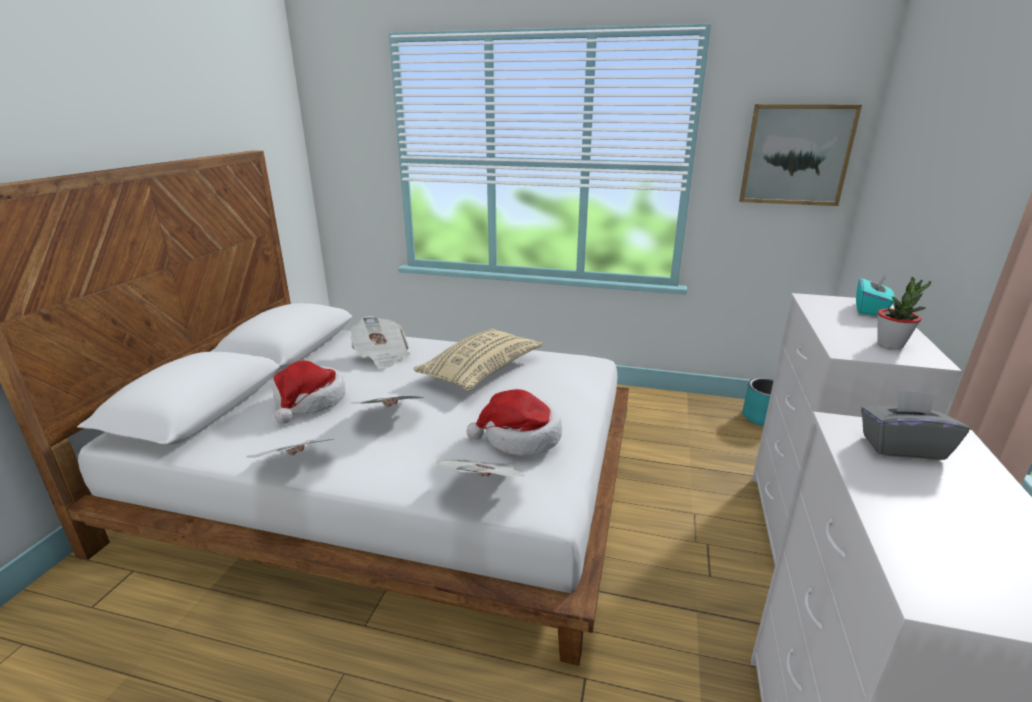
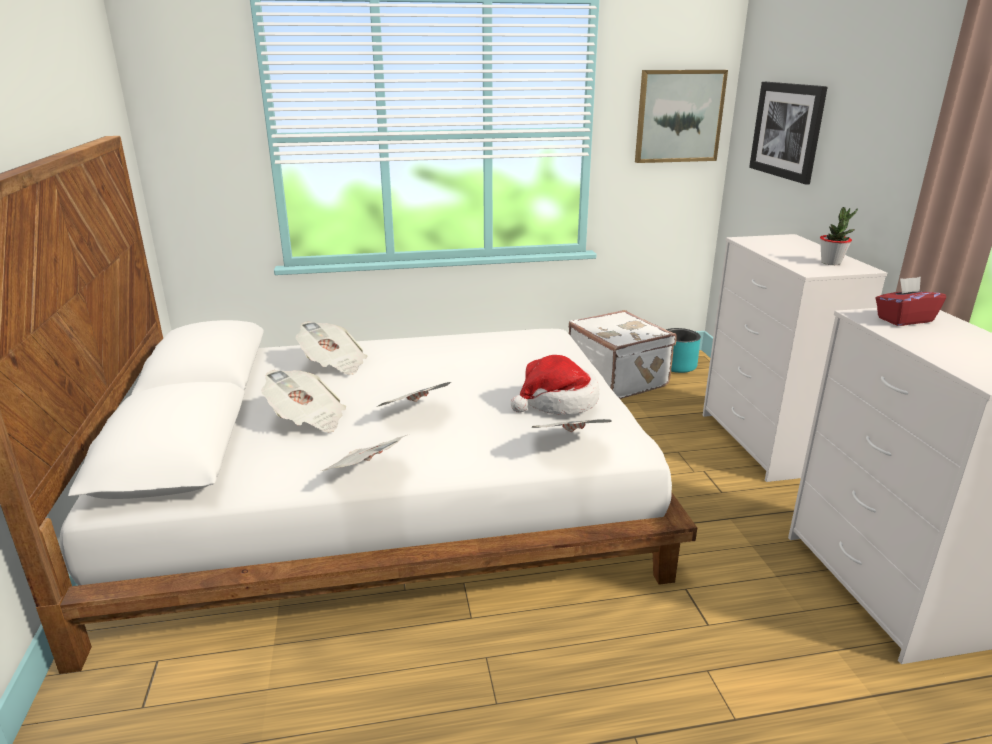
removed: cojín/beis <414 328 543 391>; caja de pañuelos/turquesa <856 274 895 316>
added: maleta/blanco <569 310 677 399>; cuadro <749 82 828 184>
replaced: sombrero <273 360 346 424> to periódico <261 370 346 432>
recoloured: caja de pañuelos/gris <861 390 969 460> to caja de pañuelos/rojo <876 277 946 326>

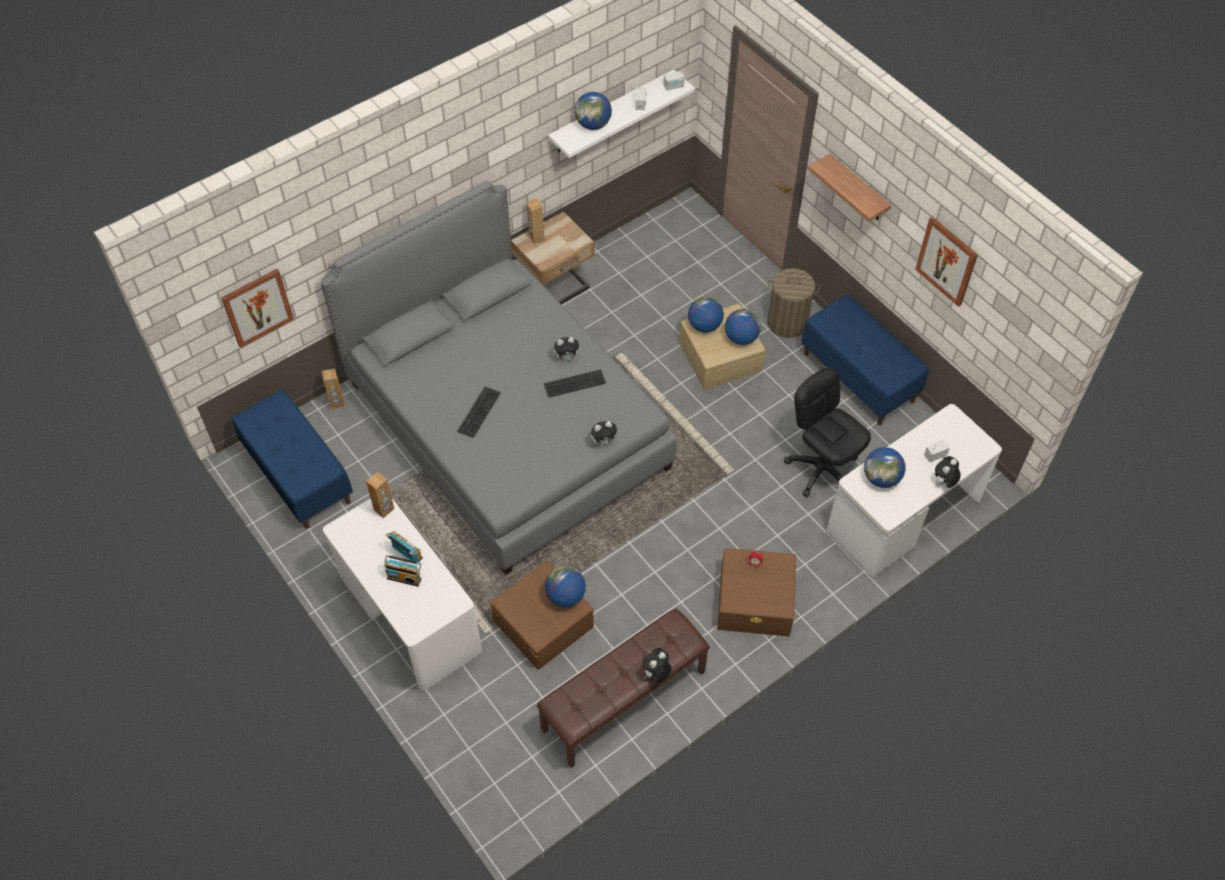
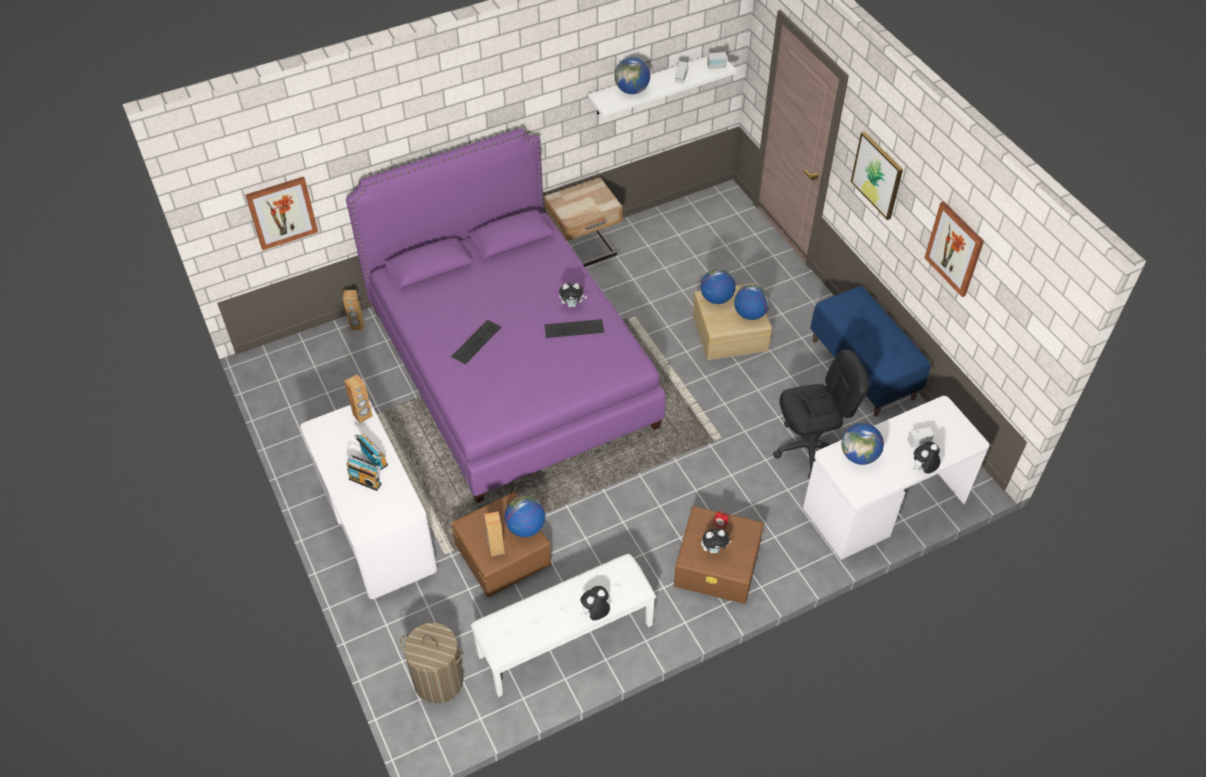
removed: banco/azul <232 390 353 529>
moved: cesto de la ropa <767 268 820 338> to <400 623 464 703>; altavoz/marrón <526 199 545 244> to <484 511 505 557>; peluche <591 421 619 446> to <701 529 732 554>
replaced: estante <808 154 891 222> to cuadro <851 131 903 220>
recoloured: cama/gris <320 181 677 575> to cama/morado <346 128 665 503>; banco/marrón <537 608 710 768> to banco/blanco <471 554 656 697>
turned: silla de oficina/negro <784 368 871 497> = <773 350 870 479> 105 degrees clockwise

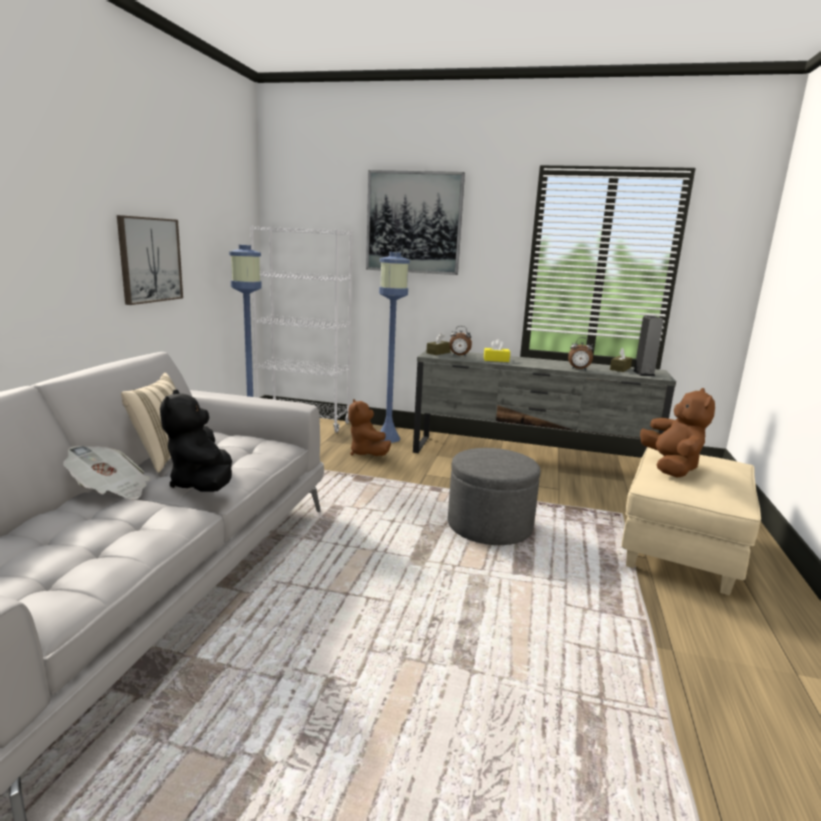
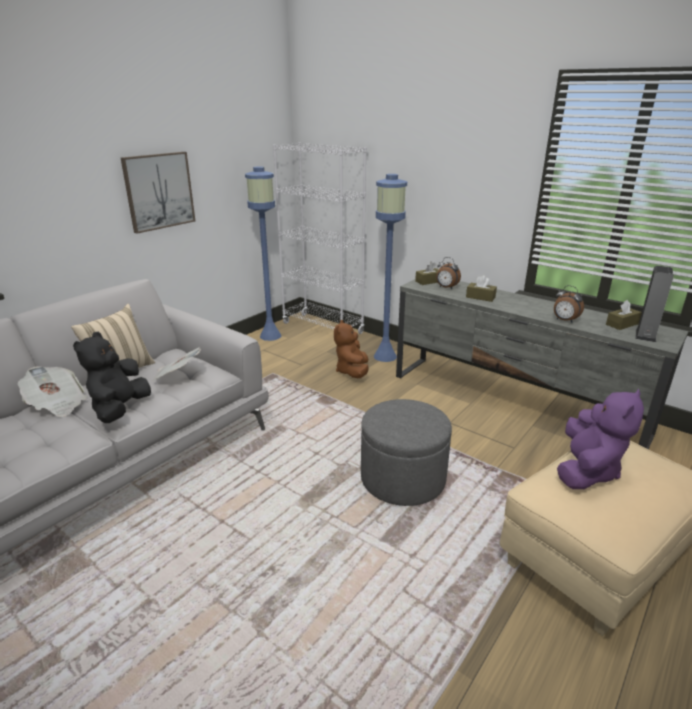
removed: cuadro <366 170 465 275>
added: periódico <152 347 201 381>
recoloured: caja de pañuelos/amarillo <484 339 510 362> to caja de pañuelos/marrón <466 275 497 302>; peluche/marrón <640 388 715 477> to peluche/morado <557 389 644 489>

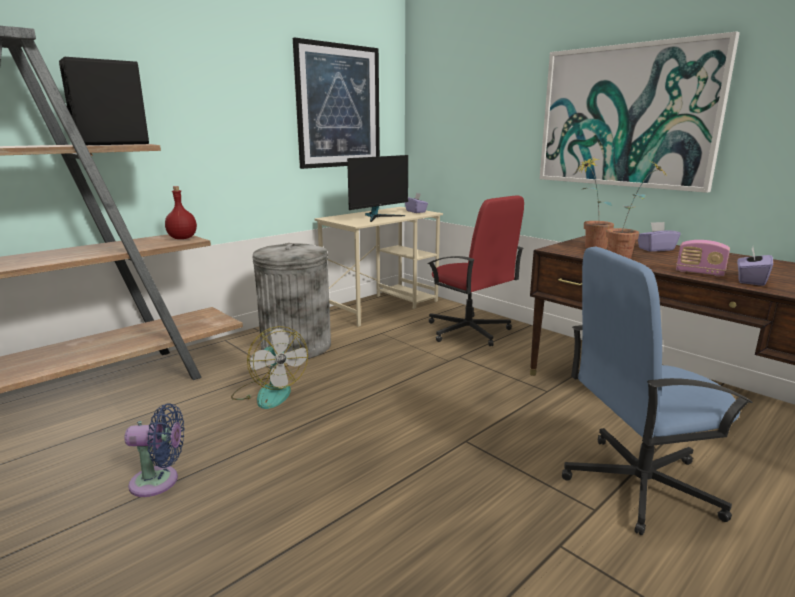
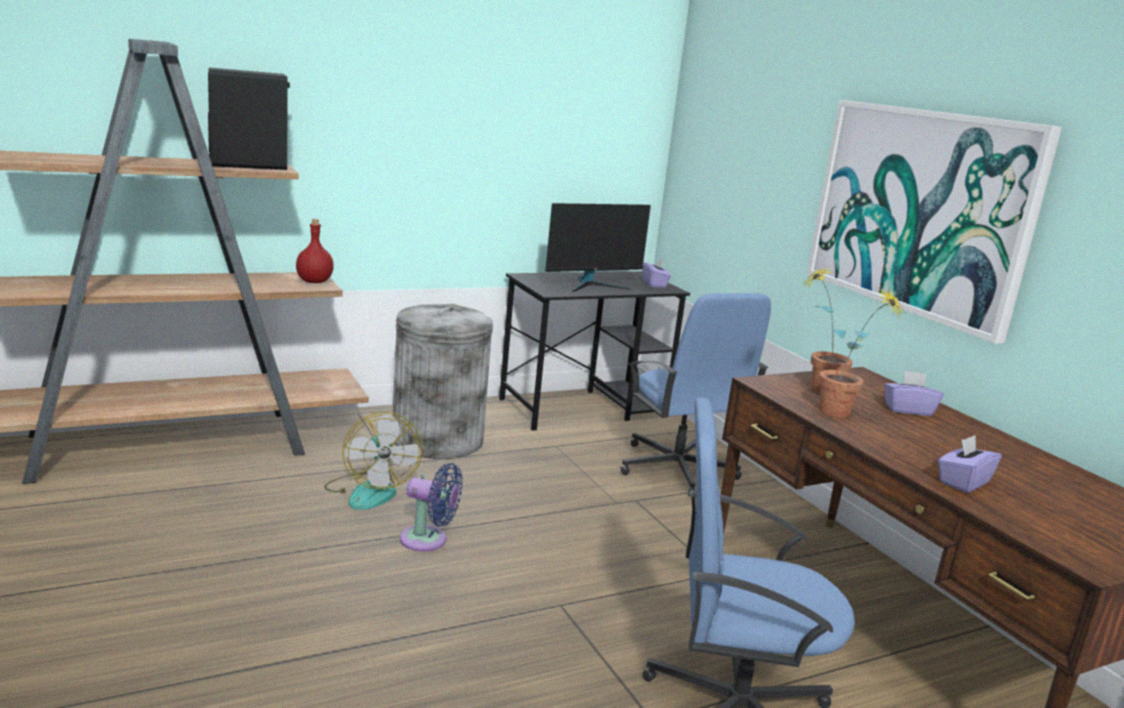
removed: cuadro <293 38 380 169>; radio <676 240 730 277>
moved: ventilador/azul <124 403 185 497> to <400 463 463 552>
recoloured: escritorio/beis <314 207 443 327> to escritorio/negro <499 271 690 431>; silla de oficina/rojo <428 195 524 346> to silla de oficina/azul <621 293 771 496>

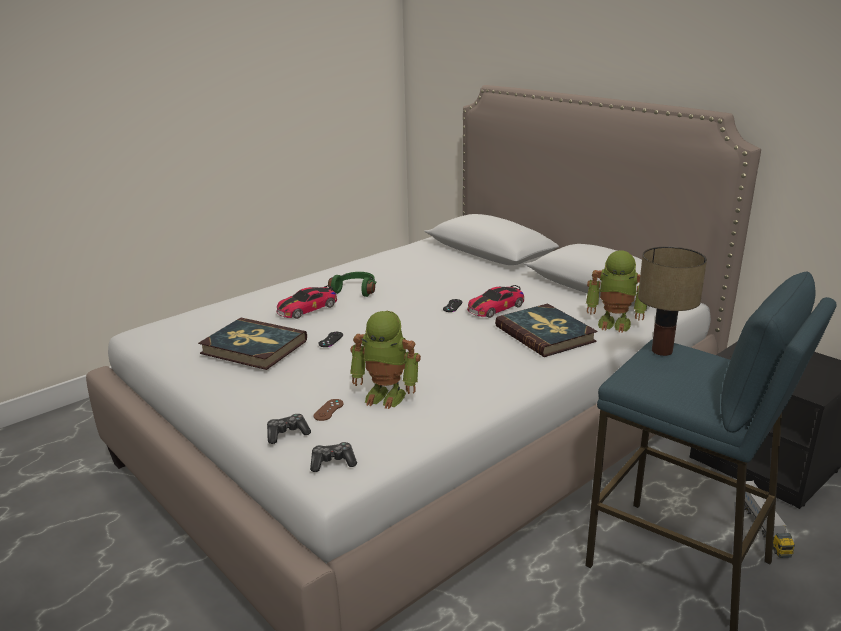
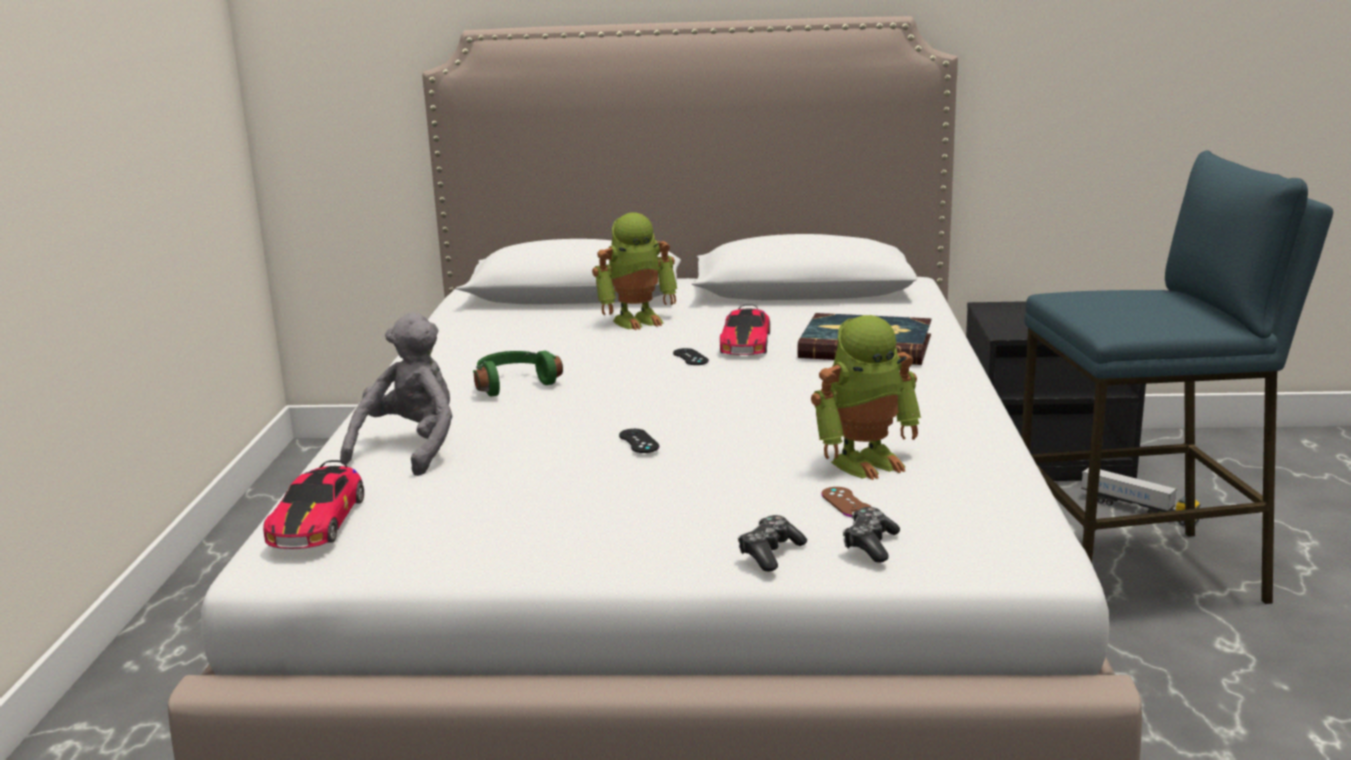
removed: libro <198 318 307 370>; lámpara de mesa <638 247 707 356>
added: peluche/gris <340 312 453 476>
moved: coche de juguete <276 285 337 319> to <263 460 364 549>; robot de juguete <586 250 647 333> to <592 213 678 330>; mando de consola <310 442 357 472> to <738 515 807 572>

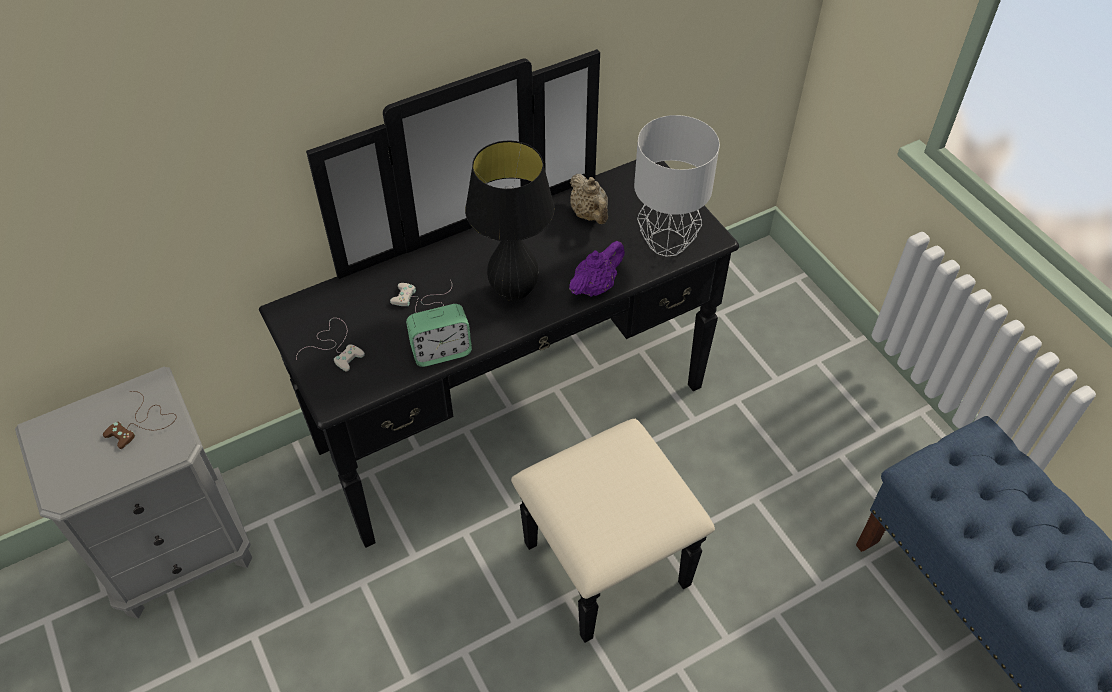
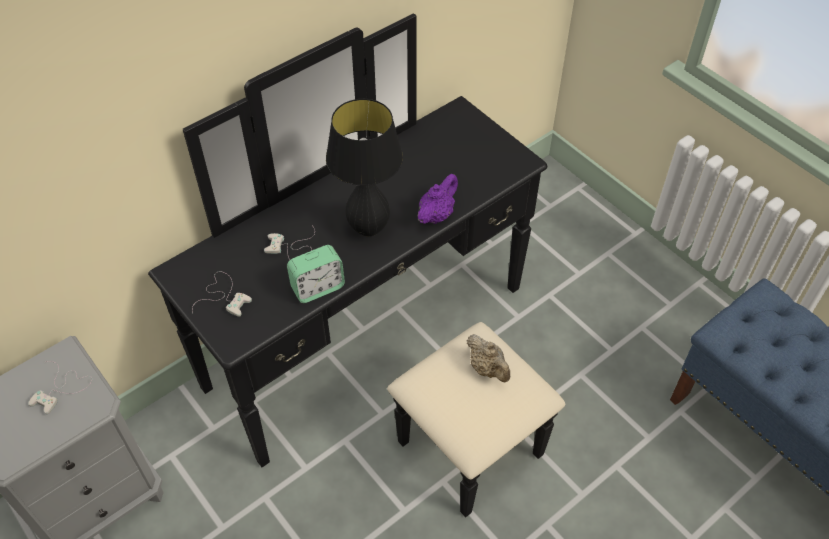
removed: lámpara de mesa/gris <634 115 720 257>
moved: tetera/beis <570 173 608 224> to <467 334 510 382>
recoloured: mando de consola/marrón <103 391 177 449> to mando de consola/blanco <28 361 92 414>

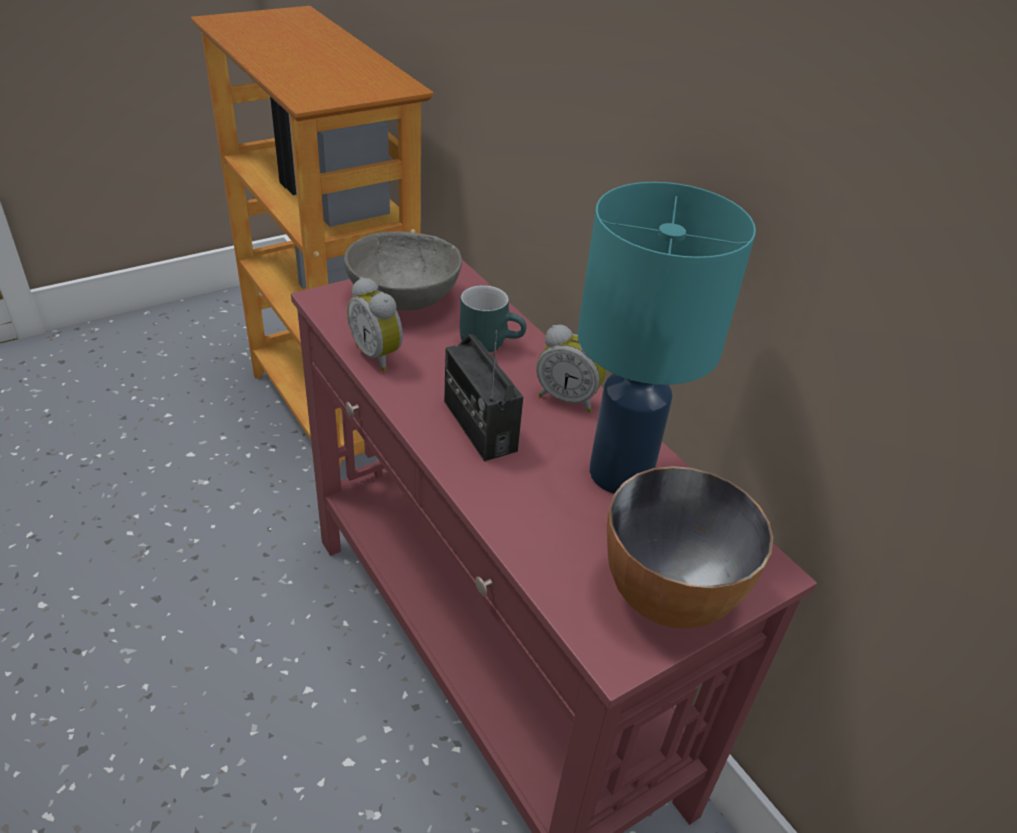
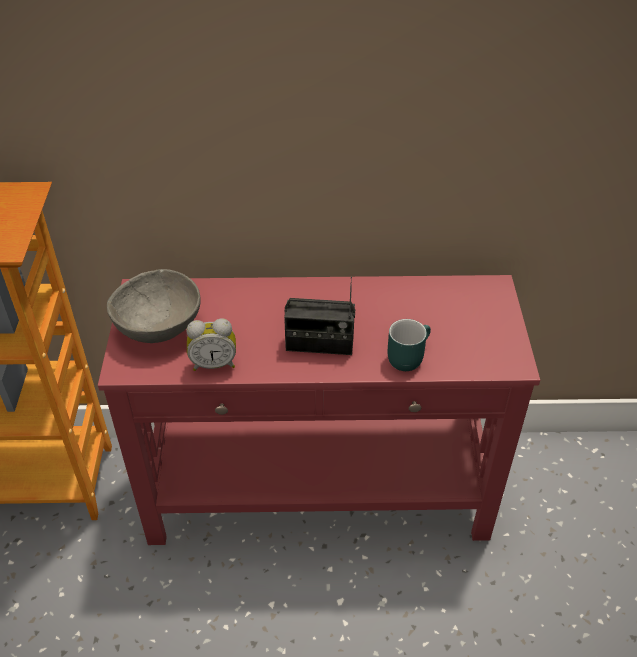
removed: despertador <536 325 607 413>; lámpara de mesa/turquesa <578 182 756 494>; cuenco <607 466 773 629>
moved: taza grande/turquesa <460 285 526 352> to <388 319 431 371>

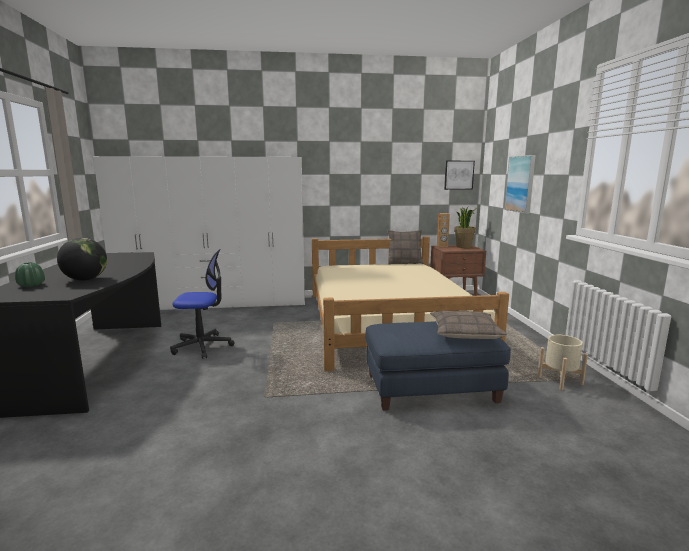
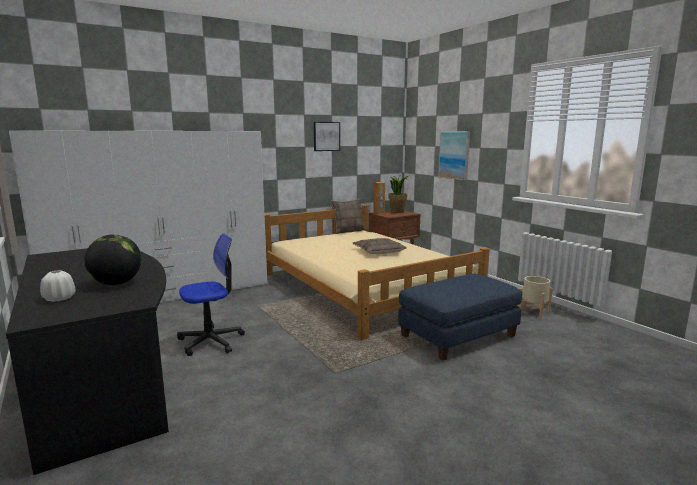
moved: cuadro <444 161 475 190> to <313 122 340 151>; cojín <430 311 508 339> to <353 238 407 254>
recoloured: florero/verde <15 262 45 287> to florero/blanco <40 270 75 302>

